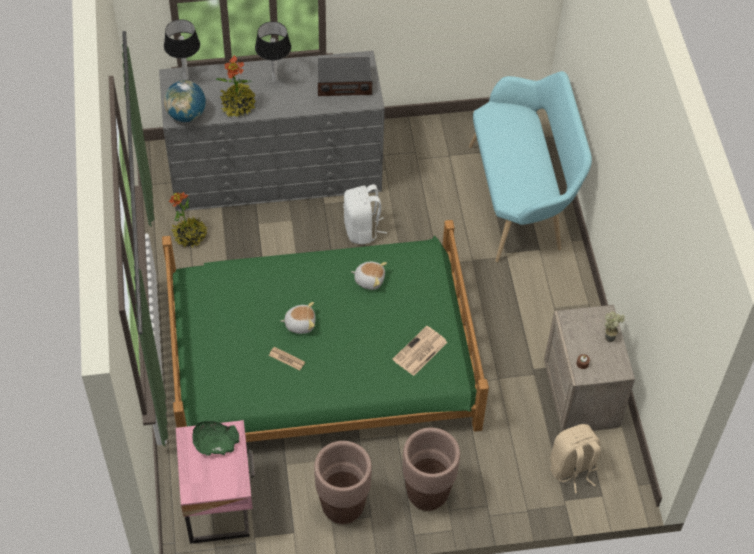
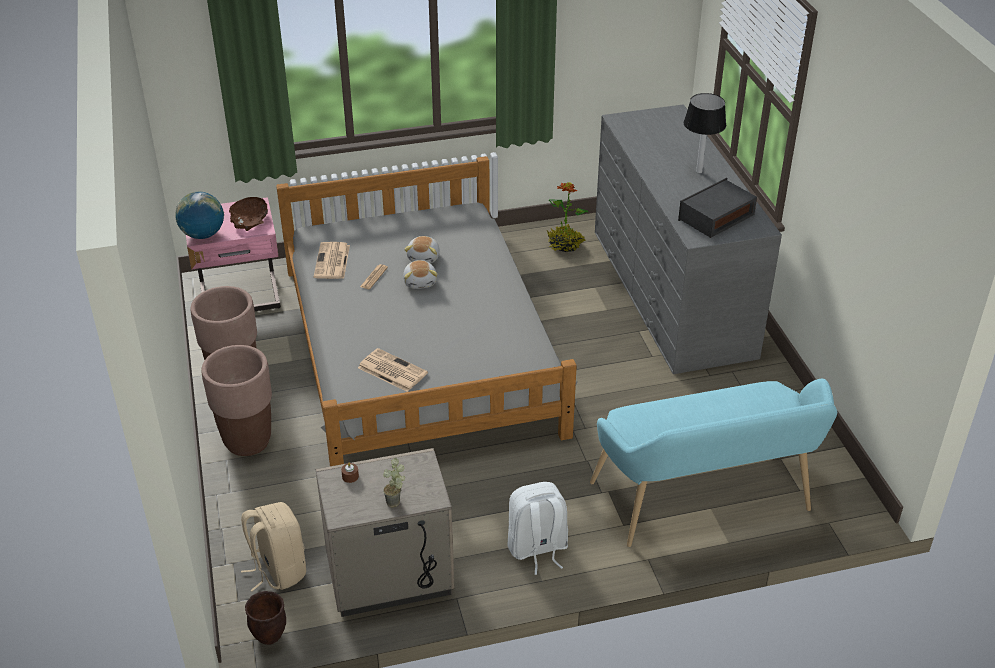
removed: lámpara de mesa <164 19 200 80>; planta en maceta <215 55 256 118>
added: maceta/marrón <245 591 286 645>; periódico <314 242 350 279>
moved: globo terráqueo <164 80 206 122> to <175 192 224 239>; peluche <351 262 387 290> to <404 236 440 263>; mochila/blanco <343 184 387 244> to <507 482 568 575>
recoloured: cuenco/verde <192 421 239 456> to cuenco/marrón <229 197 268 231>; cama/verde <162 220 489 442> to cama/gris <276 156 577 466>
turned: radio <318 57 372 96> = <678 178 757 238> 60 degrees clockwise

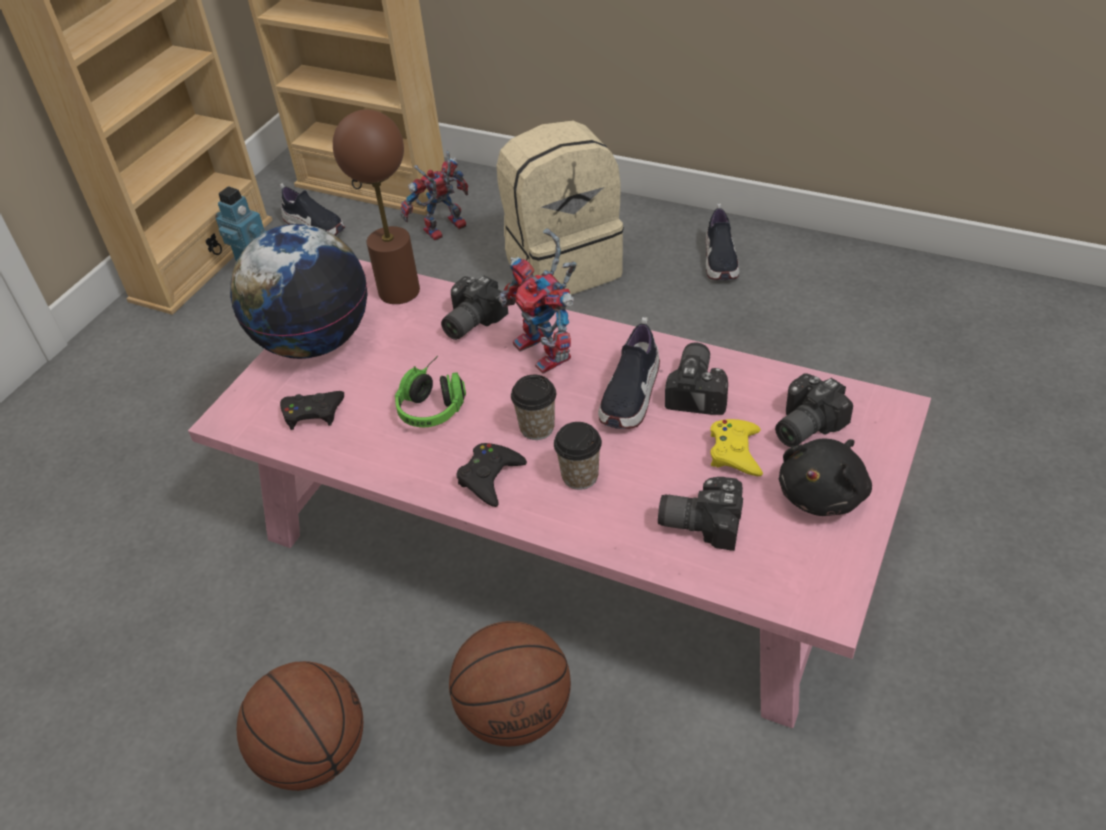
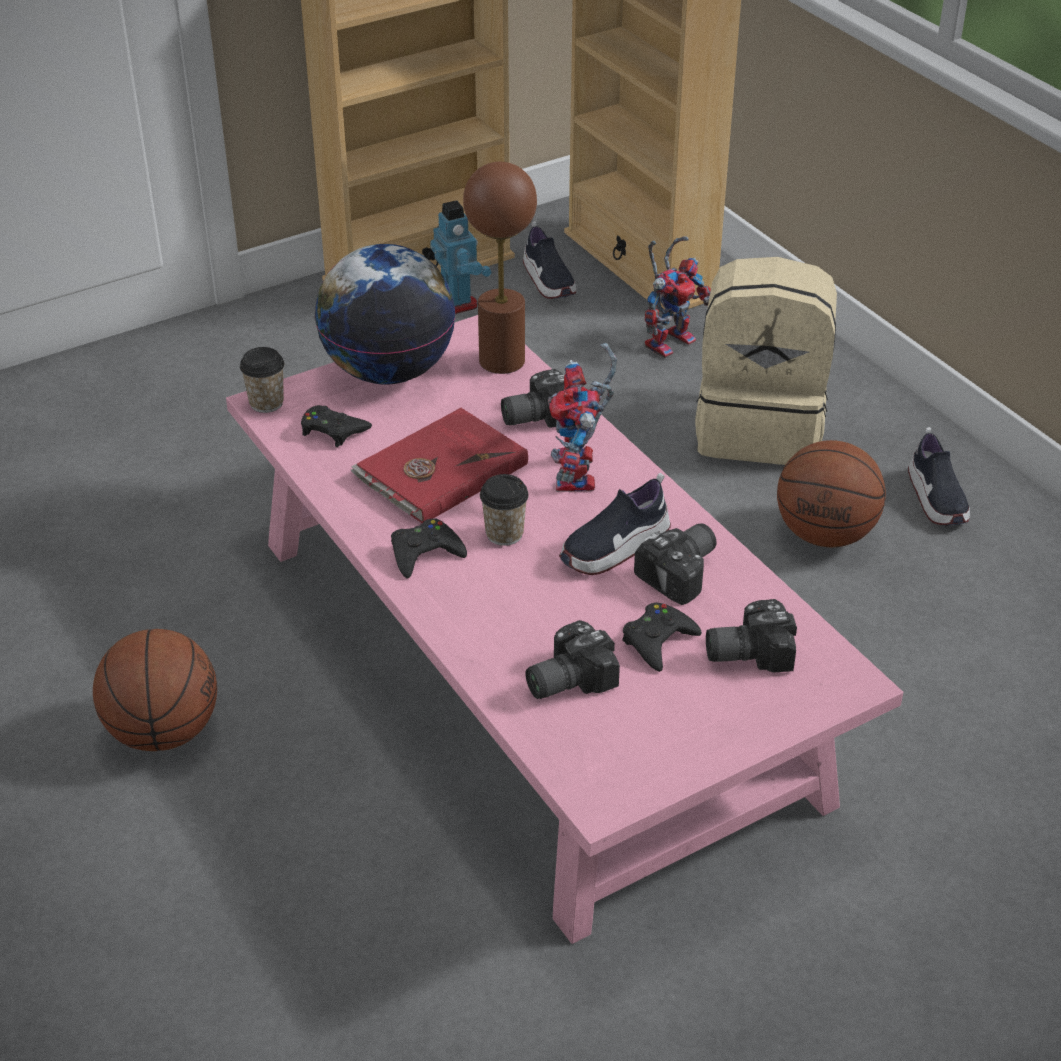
removed: peluche/negro <779 438 872 516>
moved: taza <554 422 602 490> to <240 347 284 413>; balón de baloncesto <449 621 571 746> to <777 440 886 547>
replaced: auriculares <395 356 466 427> to libro/rojo <350 408 528 523>
recoloured: mando de consola/amarillo <710 419 763 476> to mando de consola/negro <622 602 702 672>
turned: cámara <658 477 743 551> = <525 620 620 699> 75 degrees counterclockwise; robot de juguete <401 151 468 240> = <645 236 711 359> 135 degrees clockwise; zapato <706 204 739 281> = <908 427 970 525> 45 degrees counterclockwise

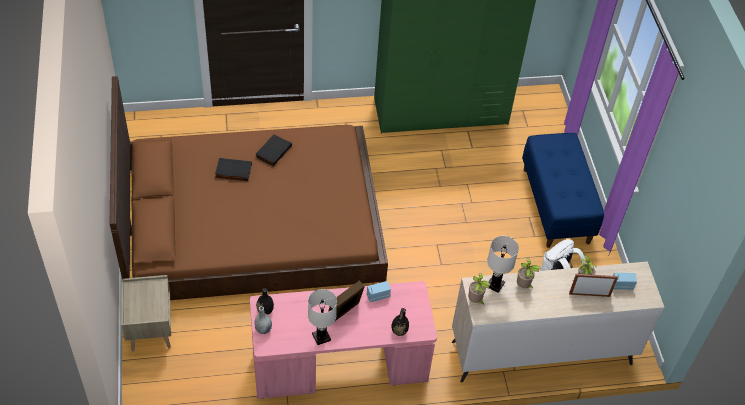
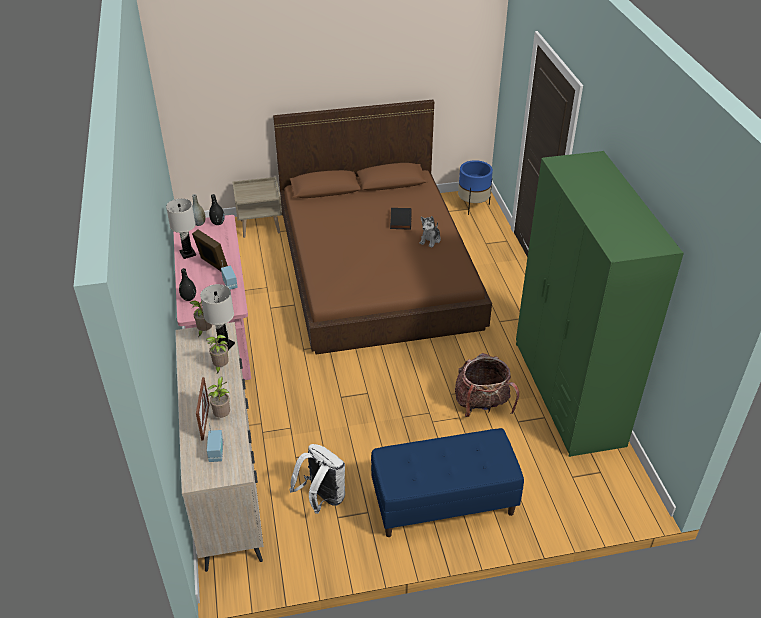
added: mochila <455 353 519 417>; maceta/azul <458 160 493 215>
replaced: libro/negro <256 134 292 166> to peluche <419 216 441 248>

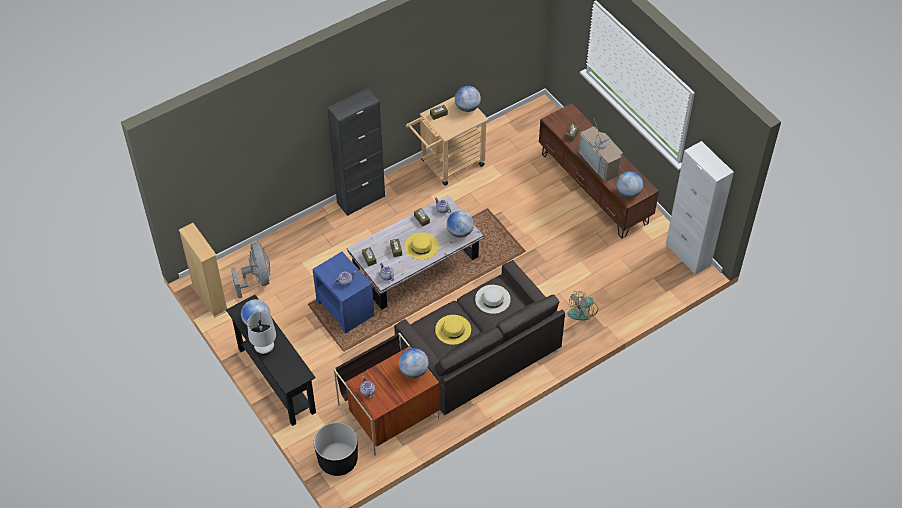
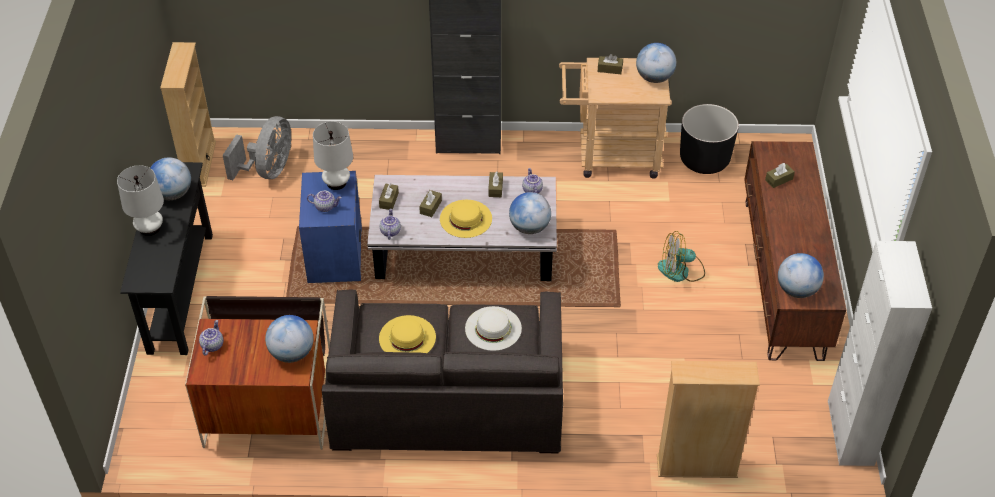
removed: televisor <578 119 623 182>
added: lámpara de mesa/blanco <313 121 353 190>; estantería/beis <657 361 760 478>
moved: ventilador <567 291 598 321> to <658 231 705 282>; maceta/negro <314 422 358 476> to <680 104 739 174>

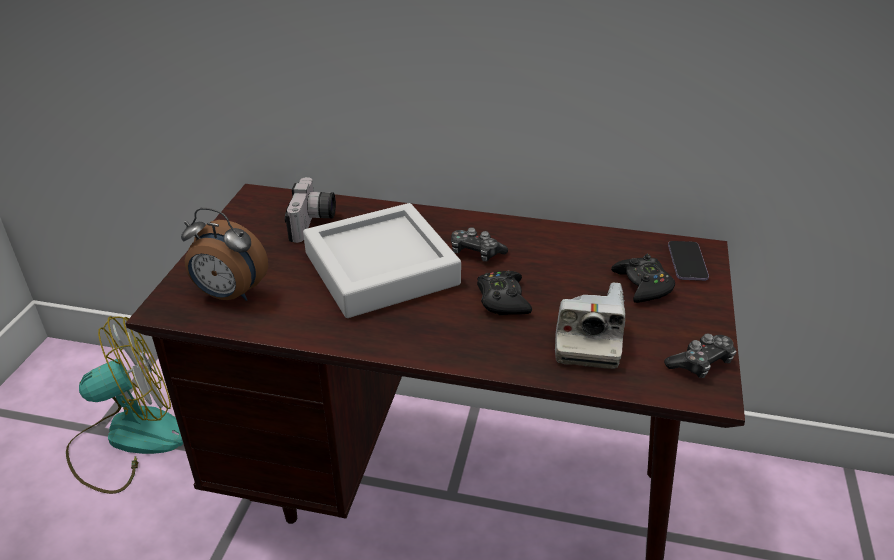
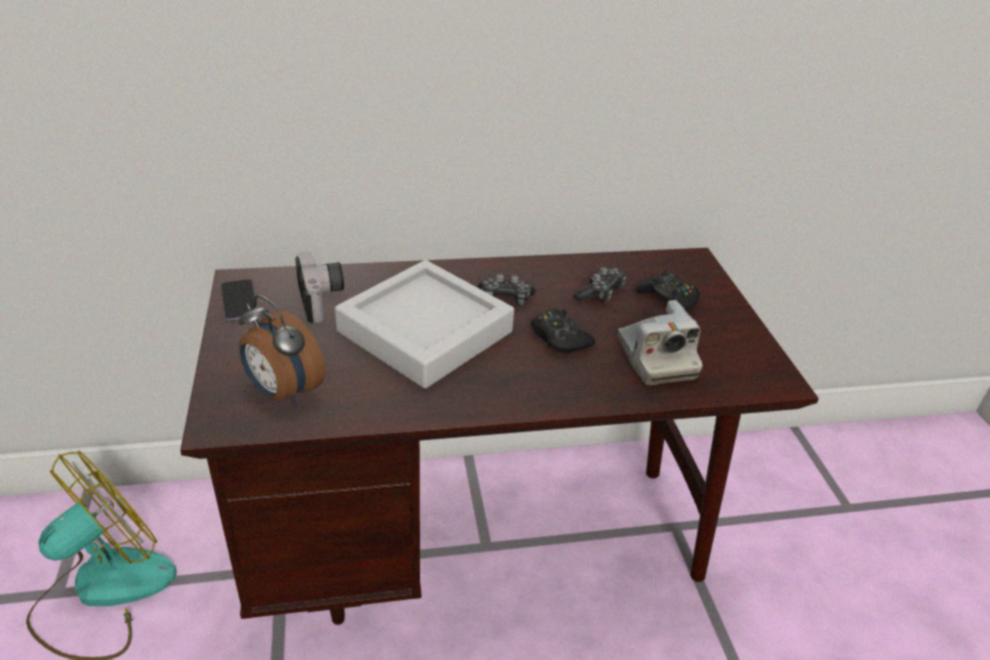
moved: móvil <668 241 709 281> to <221 279 257 321>; mando de consola <664 333 737 378> to <574 267 626 303>
turned: despertador <181 208 268 301> = <239 295 325 405> 45 degrees clockwise

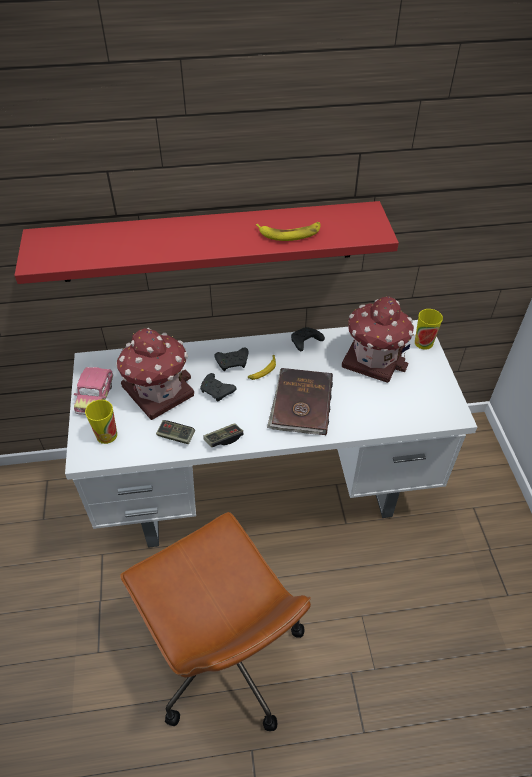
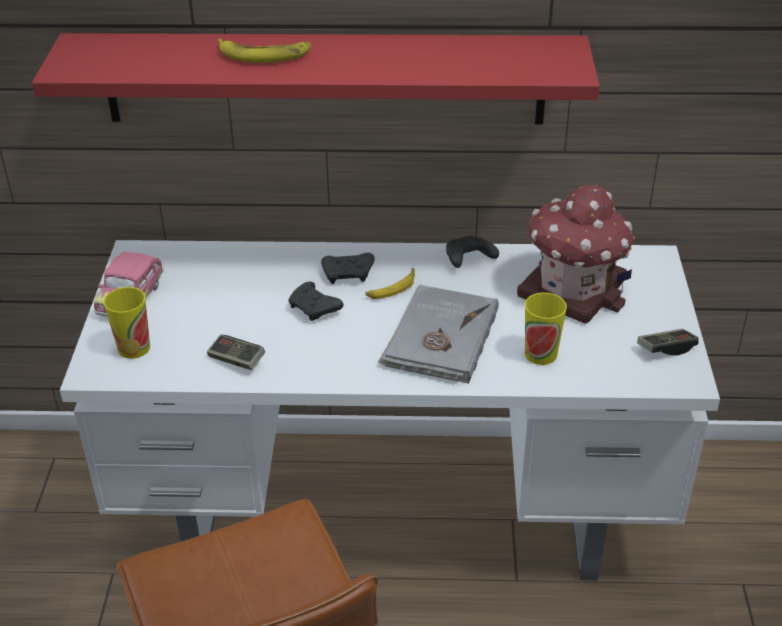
removed: casita <116 328 194 420>
moved: plátano <256 222 320 241> to <218 39 311 63>; taza <415 309 443 350> to <525 293 567 365>; mando de consola <203 423 243 447> to <637 329 699 356>
recoloured: libro/marrón <267 368 333 435> to libro/gris <378 285 499 384>

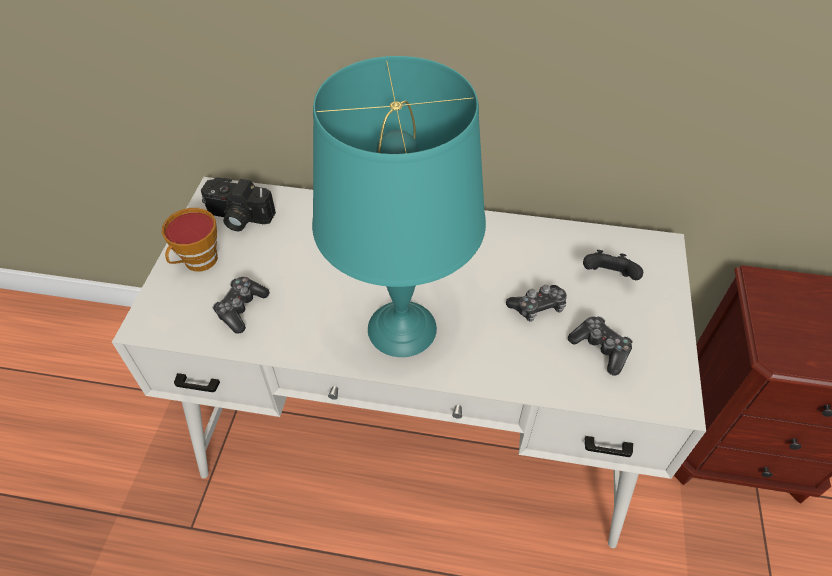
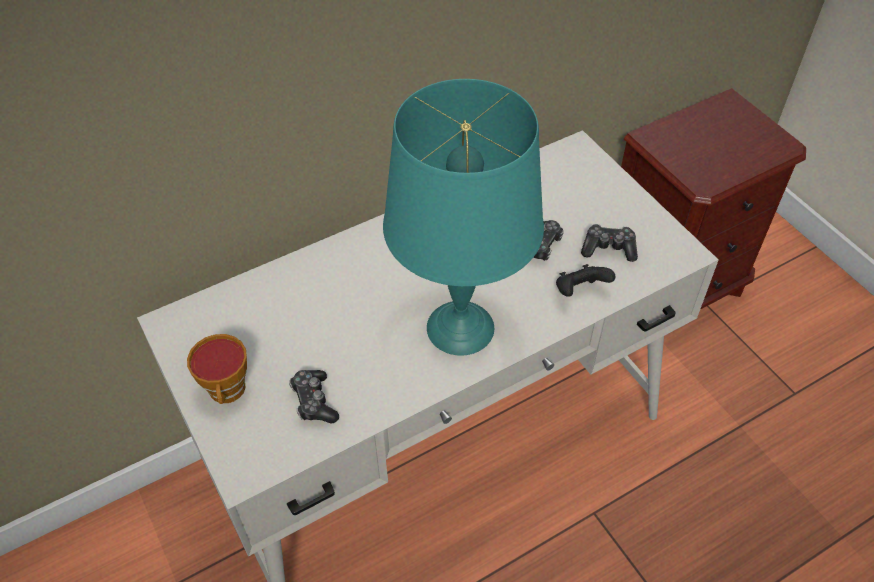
removed: cámara <201 177 276 231>
moved: mando de consola/negro <583 250 643 280> to <556 264 615 297>

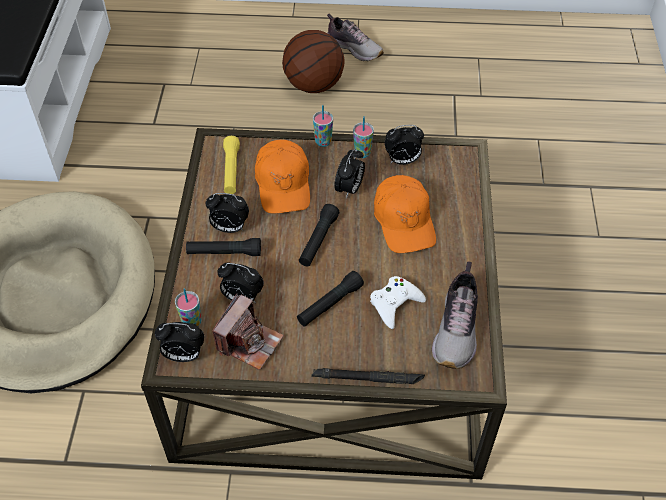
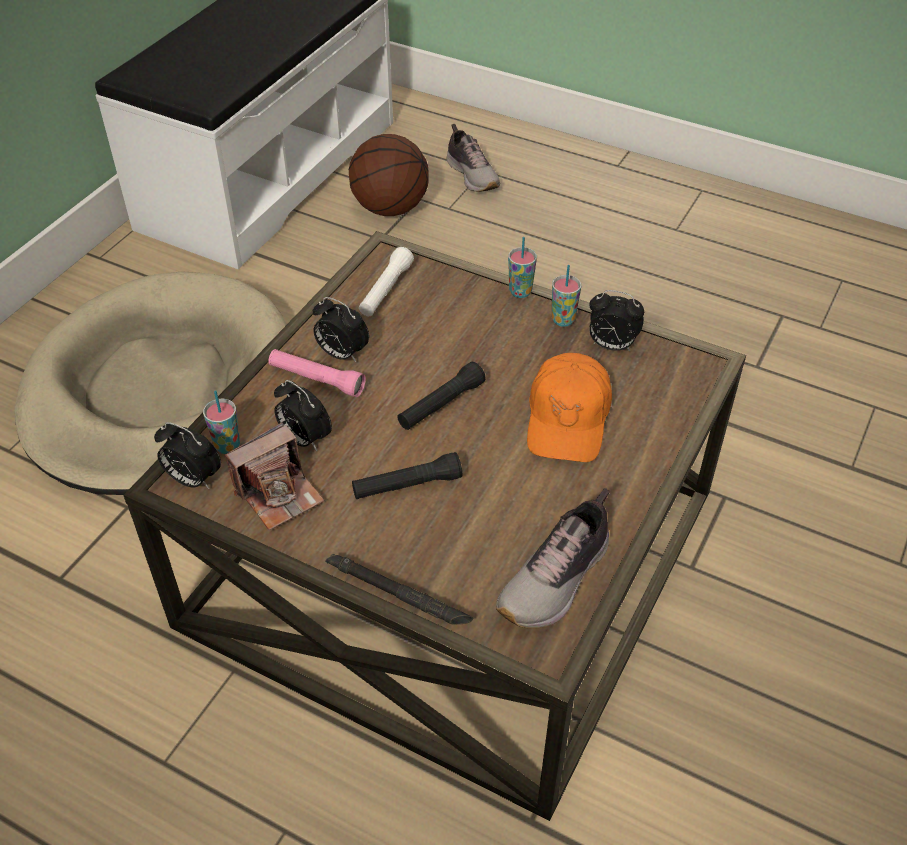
removed: gorra/naranja <255 140 310 214>; despertador <334 148 365 199>; mando de consola/blanco <370 276 426 329>
moved: balón de baloncesto <282 30 345 93> to <349 134 429 216>; zapato <327 14 384 61> to <447 124 500 192>
recoloured: linterna/negro <186 238 261 256> to linterna/rosa <268 349 366 397>; linterna/amarillo <223 136 240 194> to linterna/blanco <359 247 414 316>

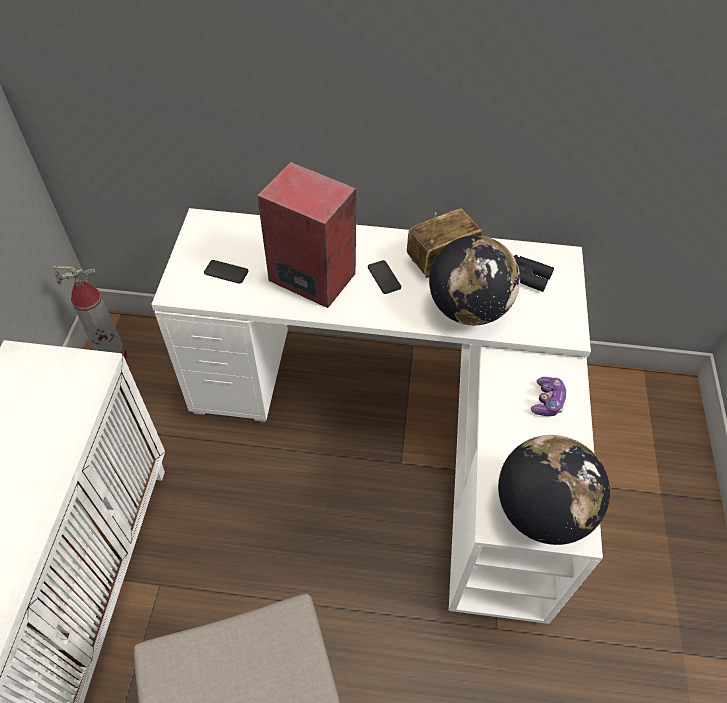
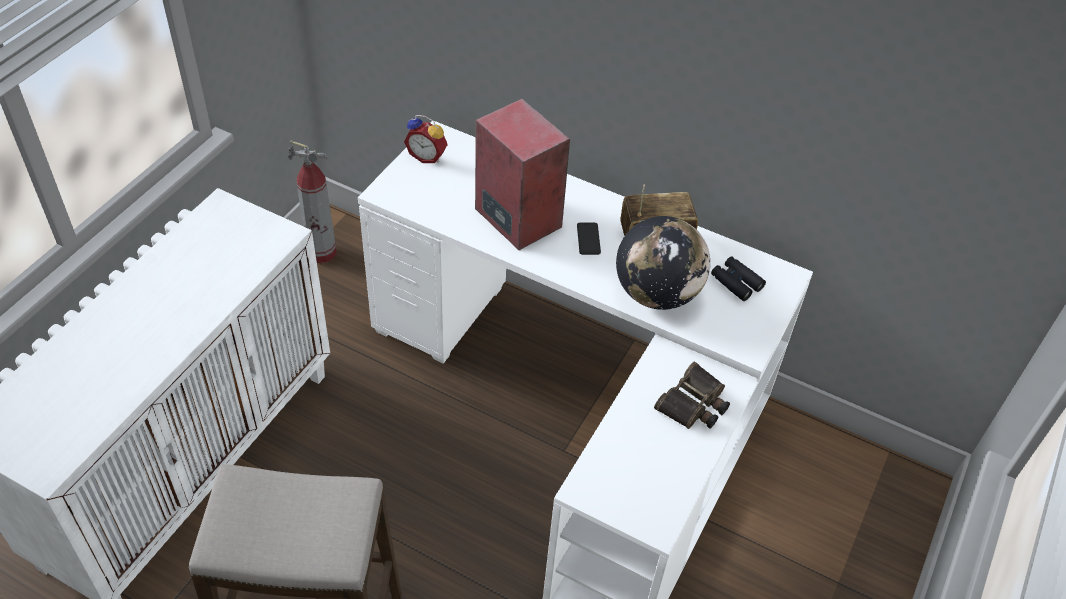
removed: móvil <204 260 248 284>; globo terráqueo <498 435 610 545>
added: despertador <404 115 448 163>
replaced: mando de consola <531 377 567 416> to prismáticos <654 362 730 429>

